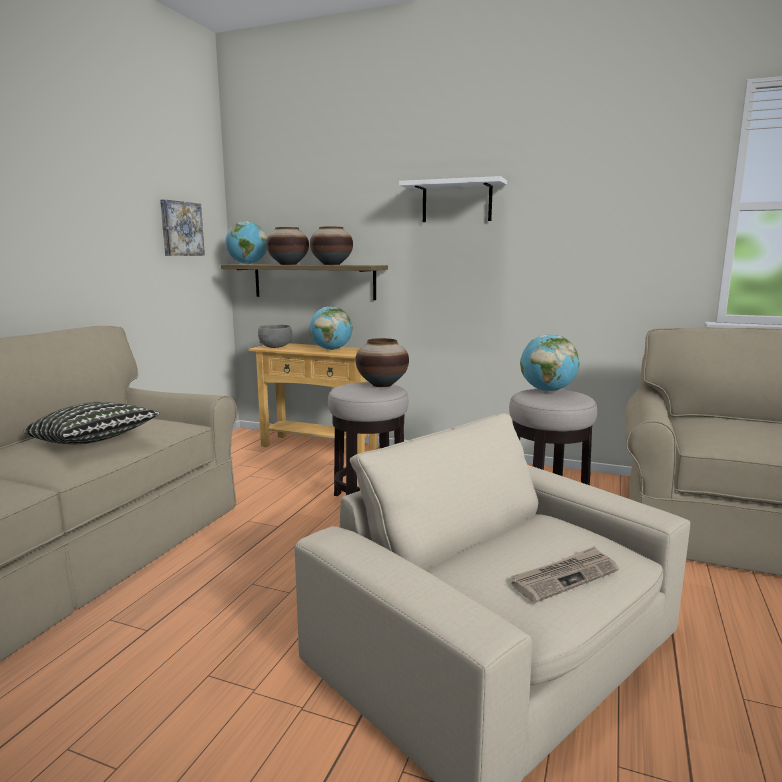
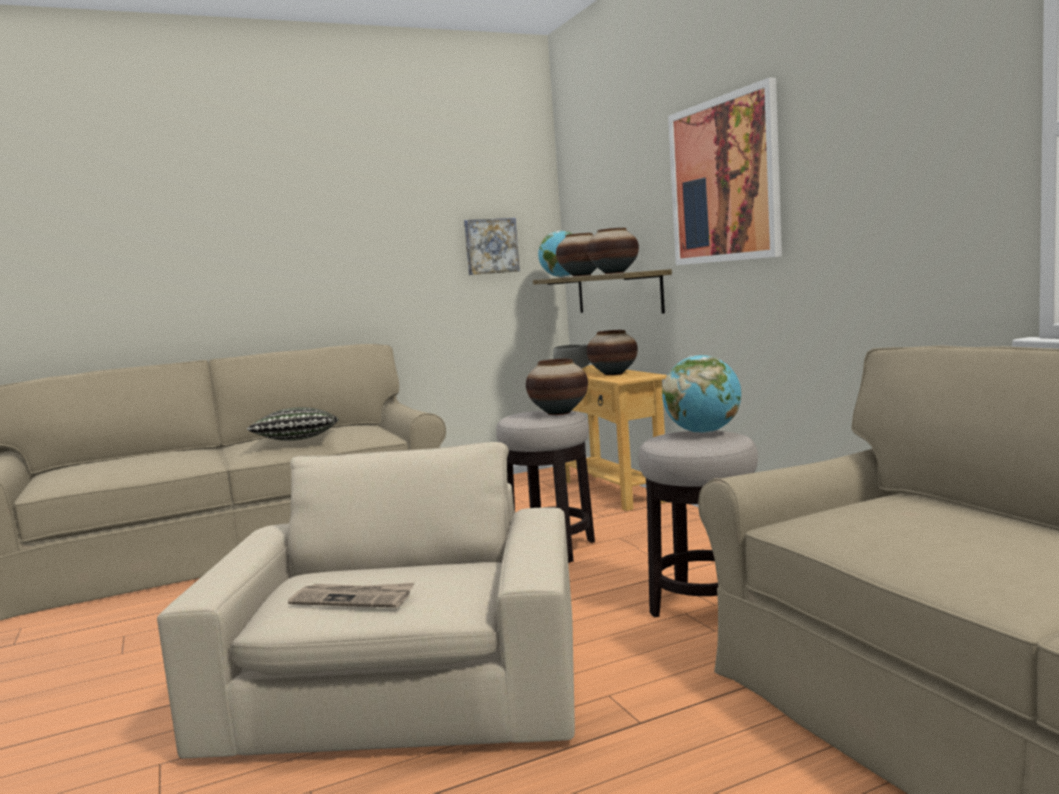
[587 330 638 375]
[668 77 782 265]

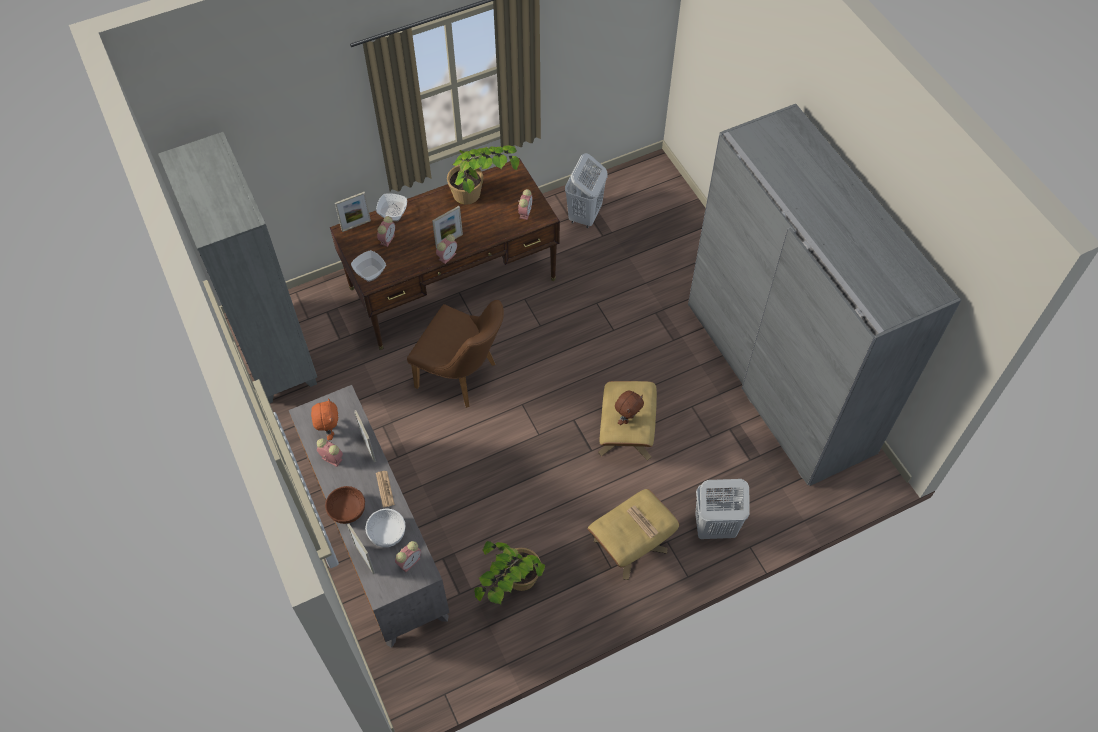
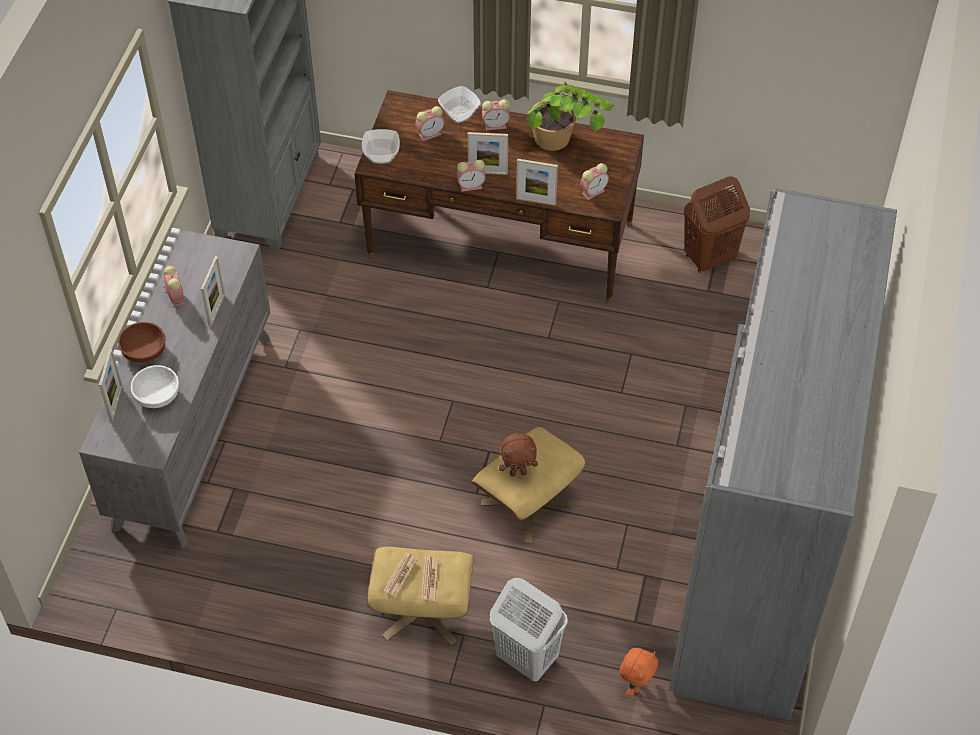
[619 648 658 697]
[516 159 558 206]
[383 552 418 597]
[482 99 510 130]
[407 300 504 408] (first image)
[474 541 545 604] (first image)
[684 176 750 273]

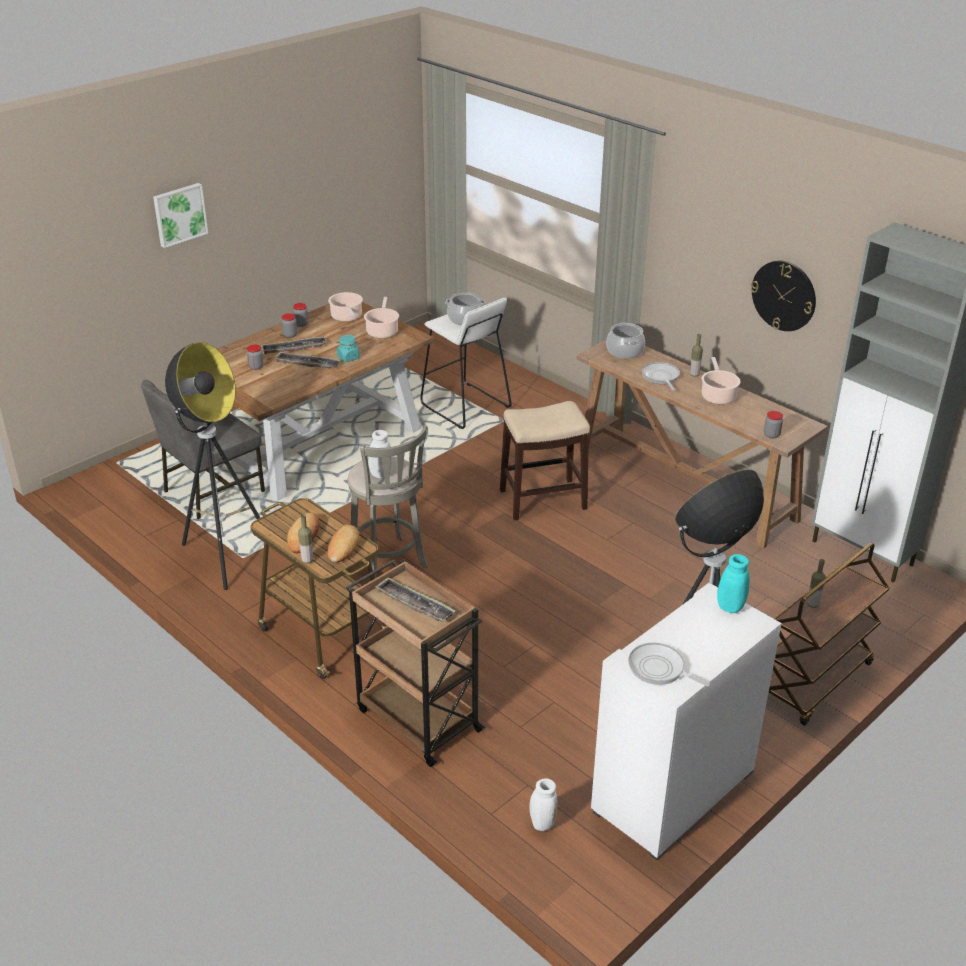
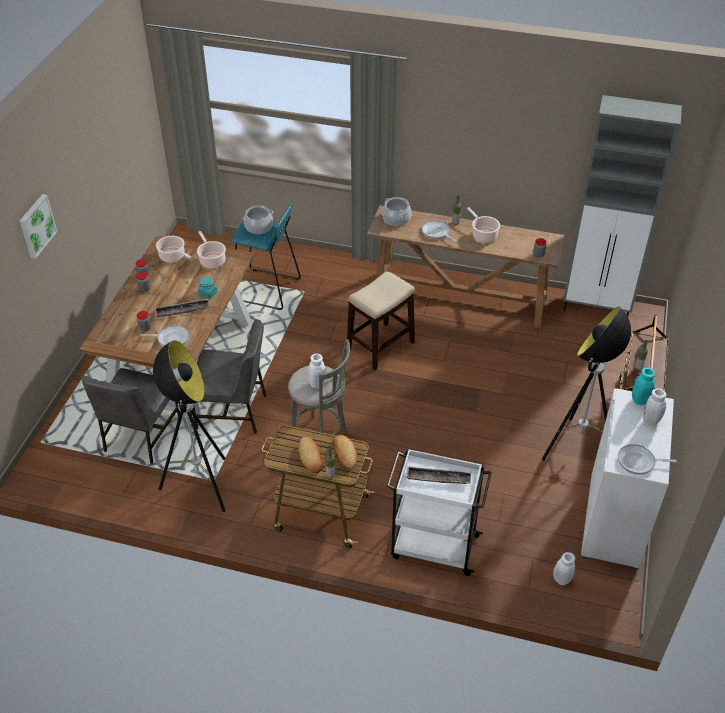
[261 336 327 354] (first image)
[387 448 492 576]
[230 204 301 310]
[751 260 816 331] (first image)
[140 325 189 347]
[193 319 267 433]
[643 388 666 426]

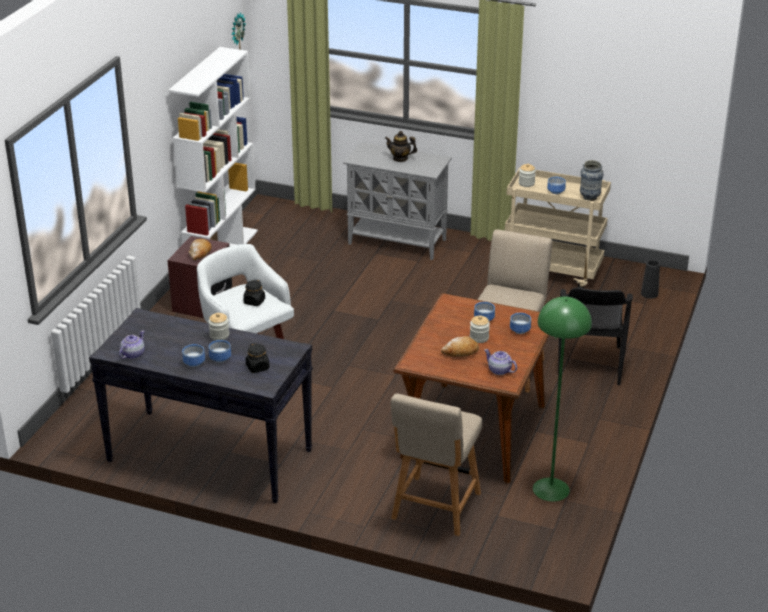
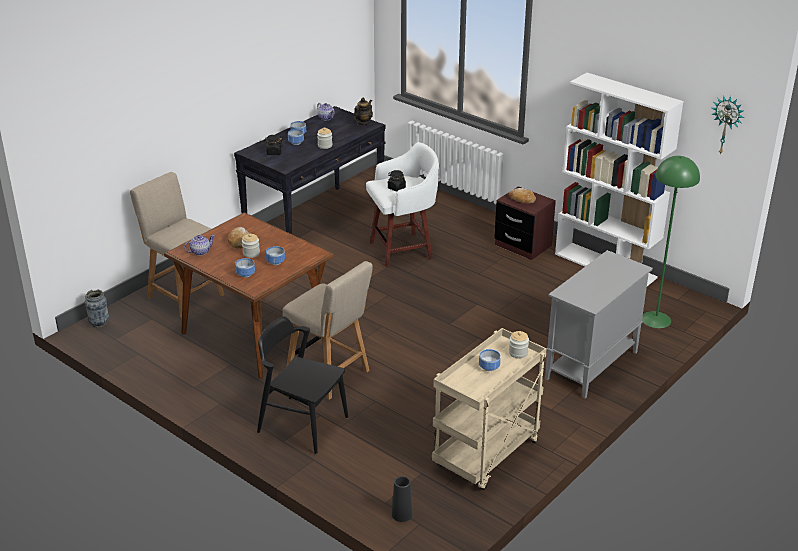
[354 98 373 125]
[642 156 700 328]
[84 289 109 328]

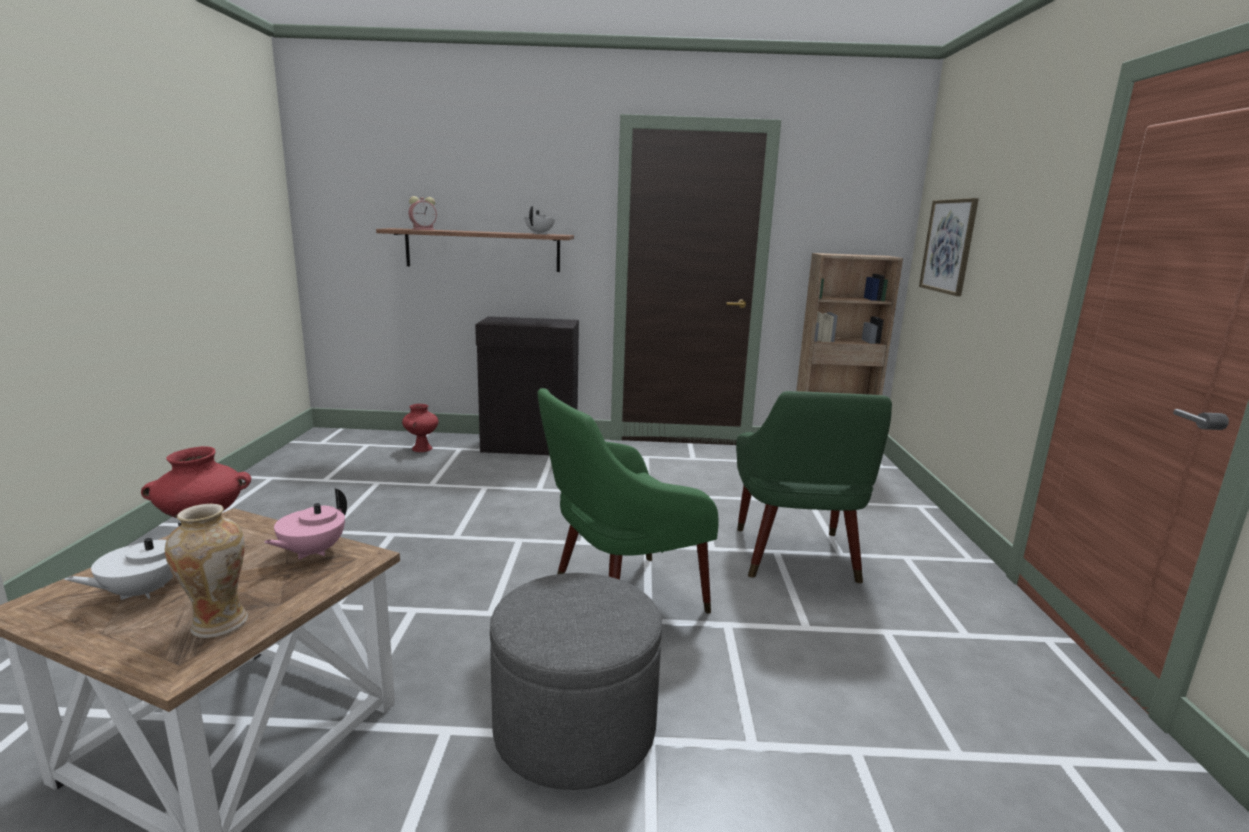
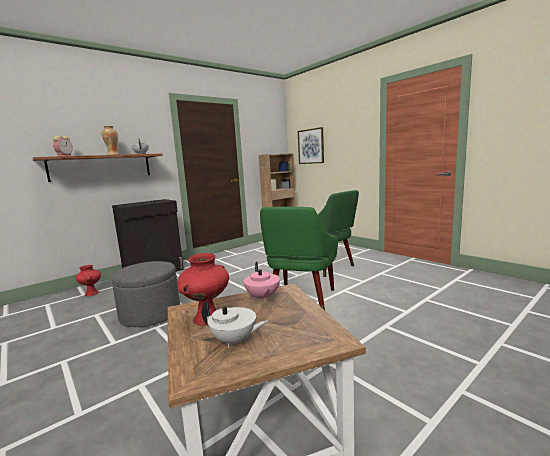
[201 300 268 348]
[102 126 119 155]
[111 261 180 327]

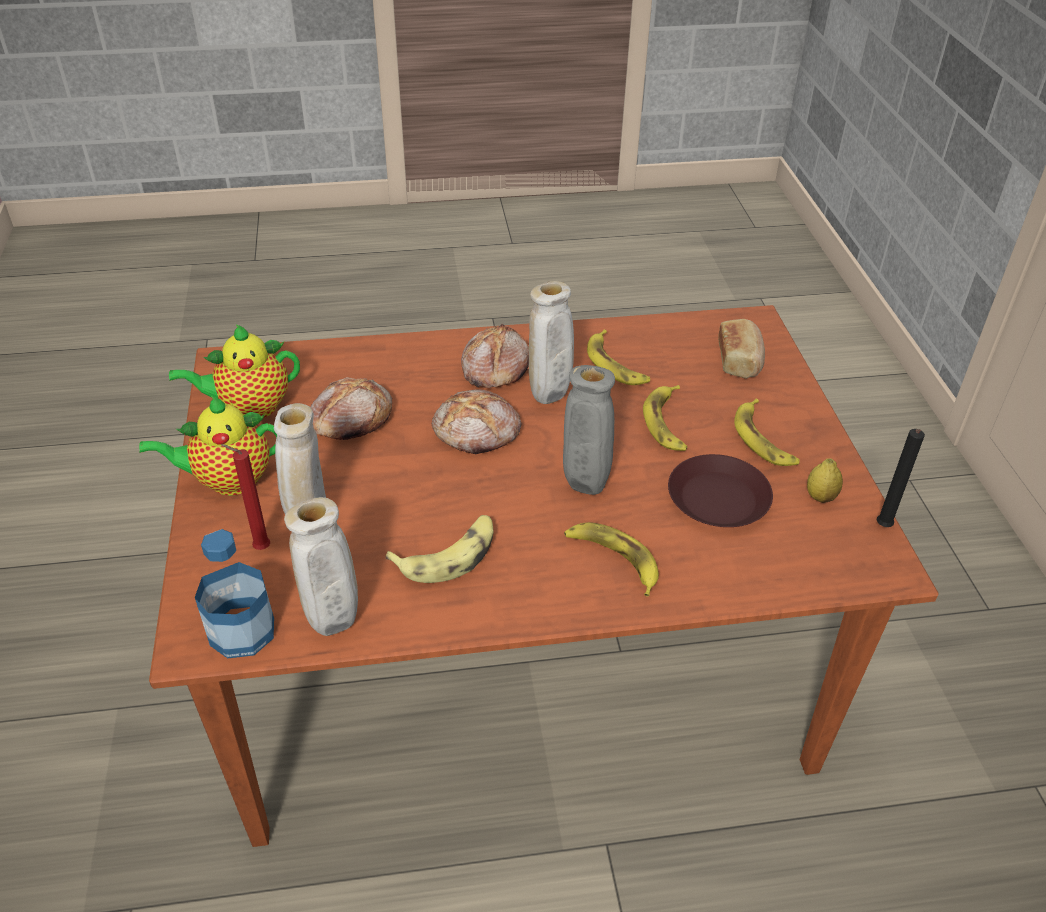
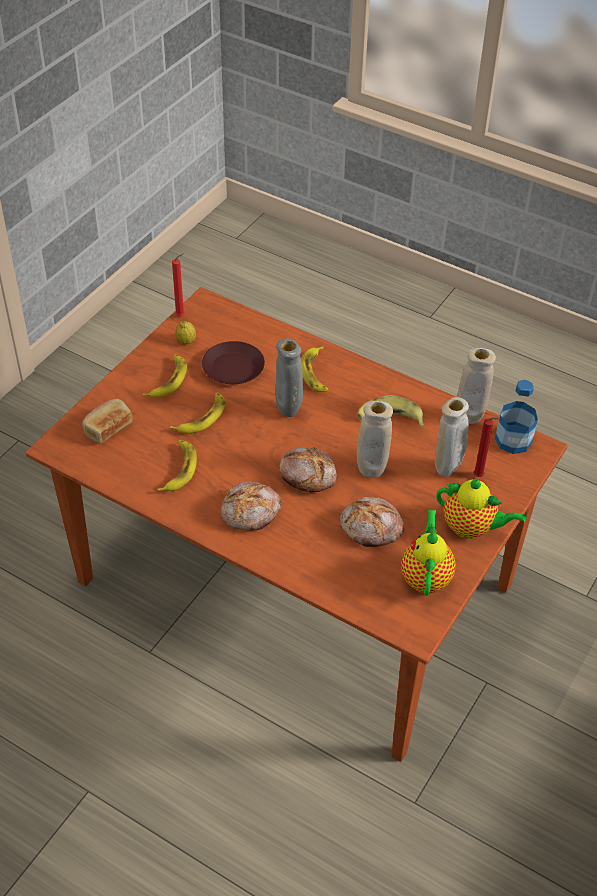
[401 510 456 596]
[357 401 393 478]
[172 253 185 317]

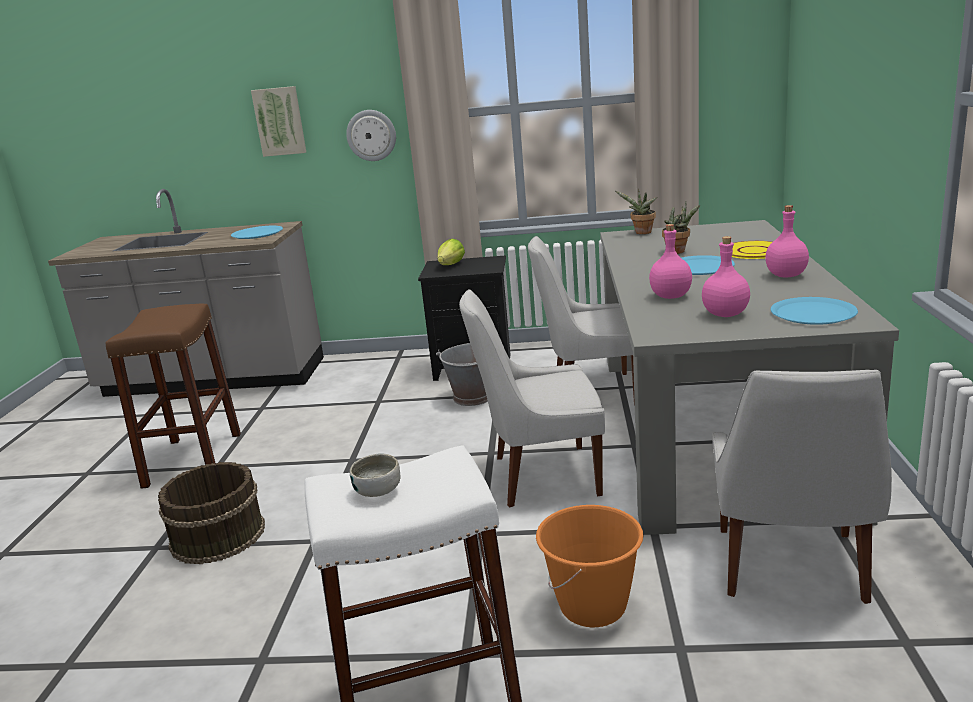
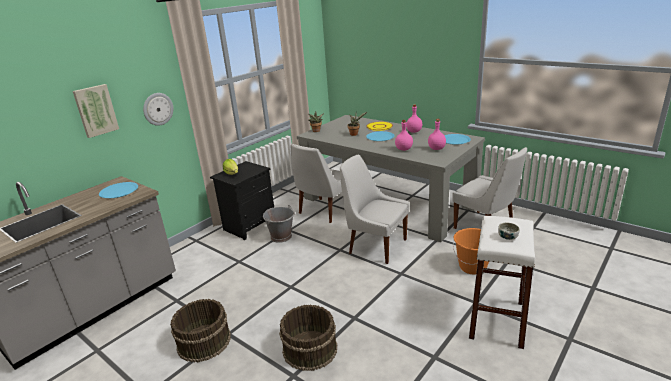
[170 299 231 362]
[340 154 409 264]

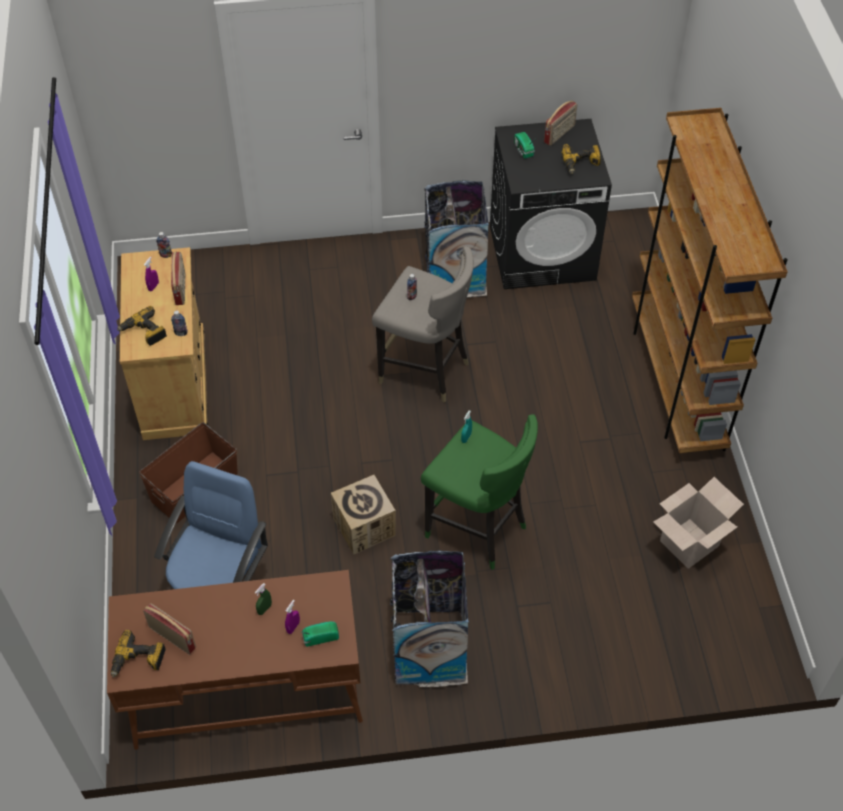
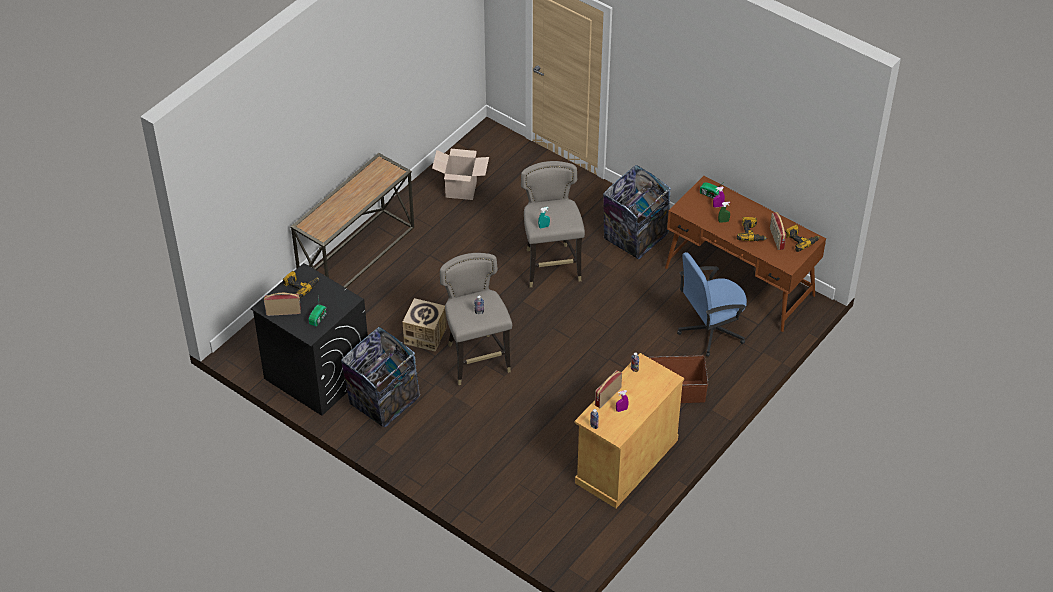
[737 217 767 241]
[403 298 447 352]
[521 161 585 287]
[290 153 414 288]

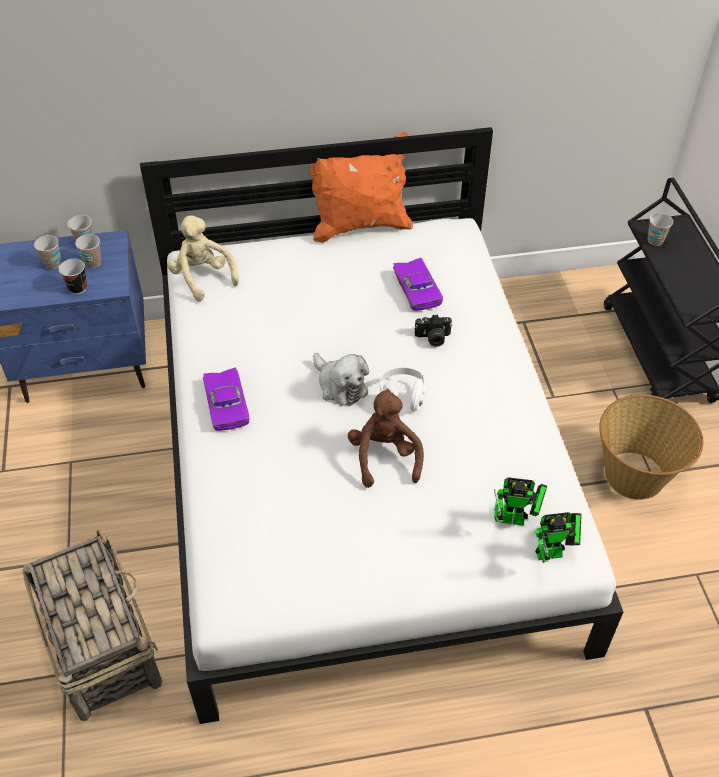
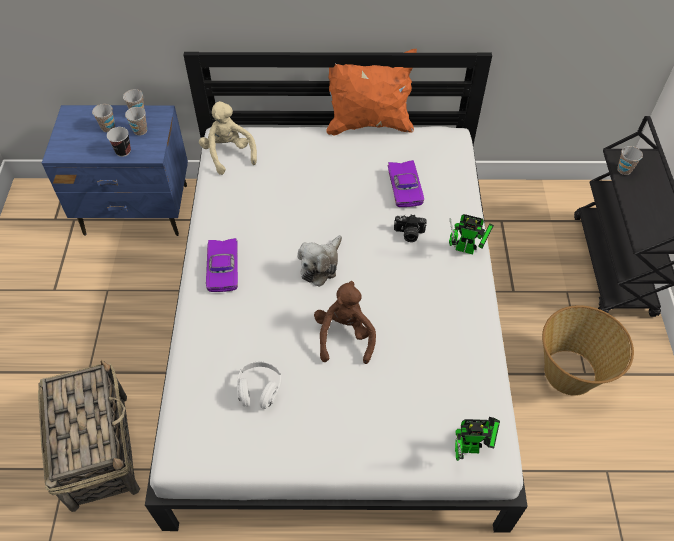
[297 235 342 287]
[237 361 282 409]
[449 214 494 254]

